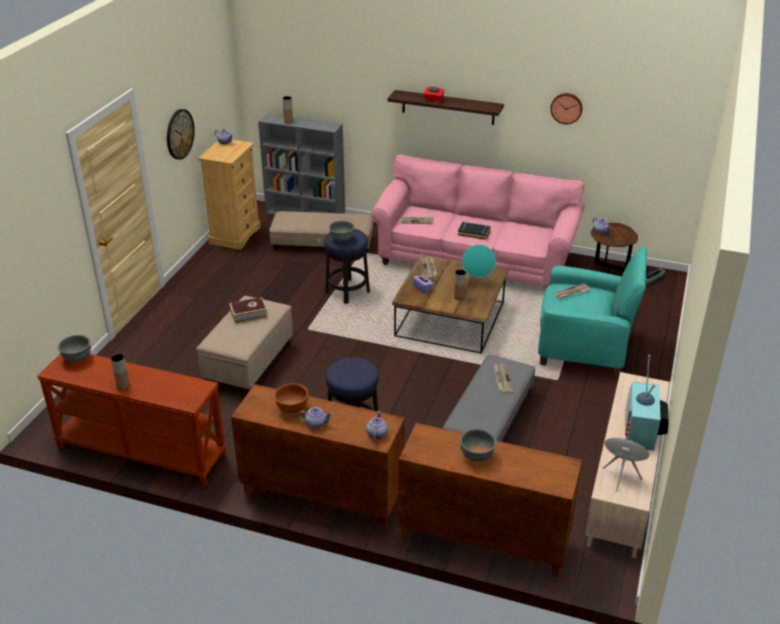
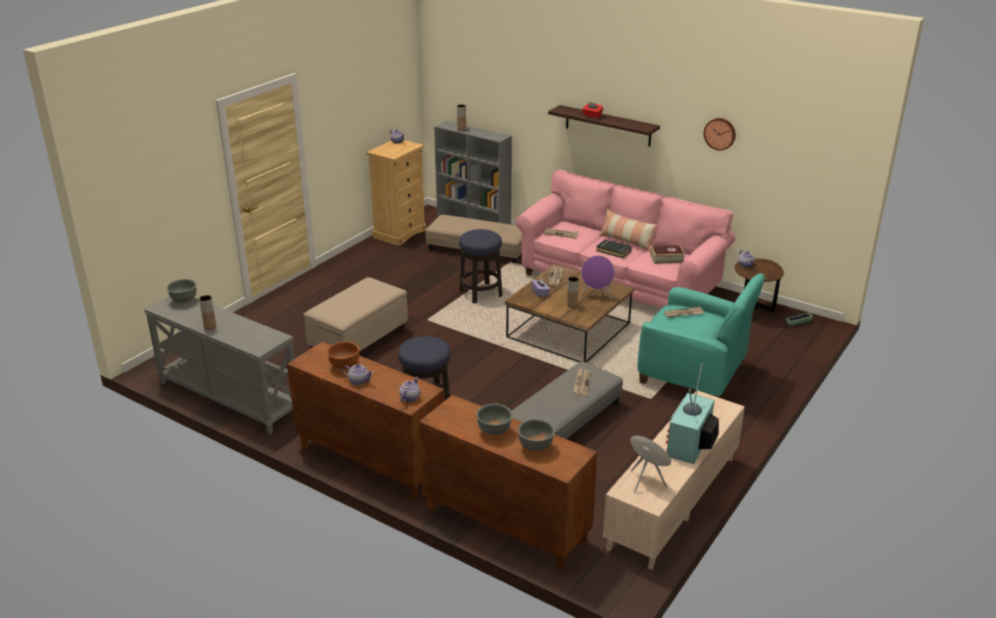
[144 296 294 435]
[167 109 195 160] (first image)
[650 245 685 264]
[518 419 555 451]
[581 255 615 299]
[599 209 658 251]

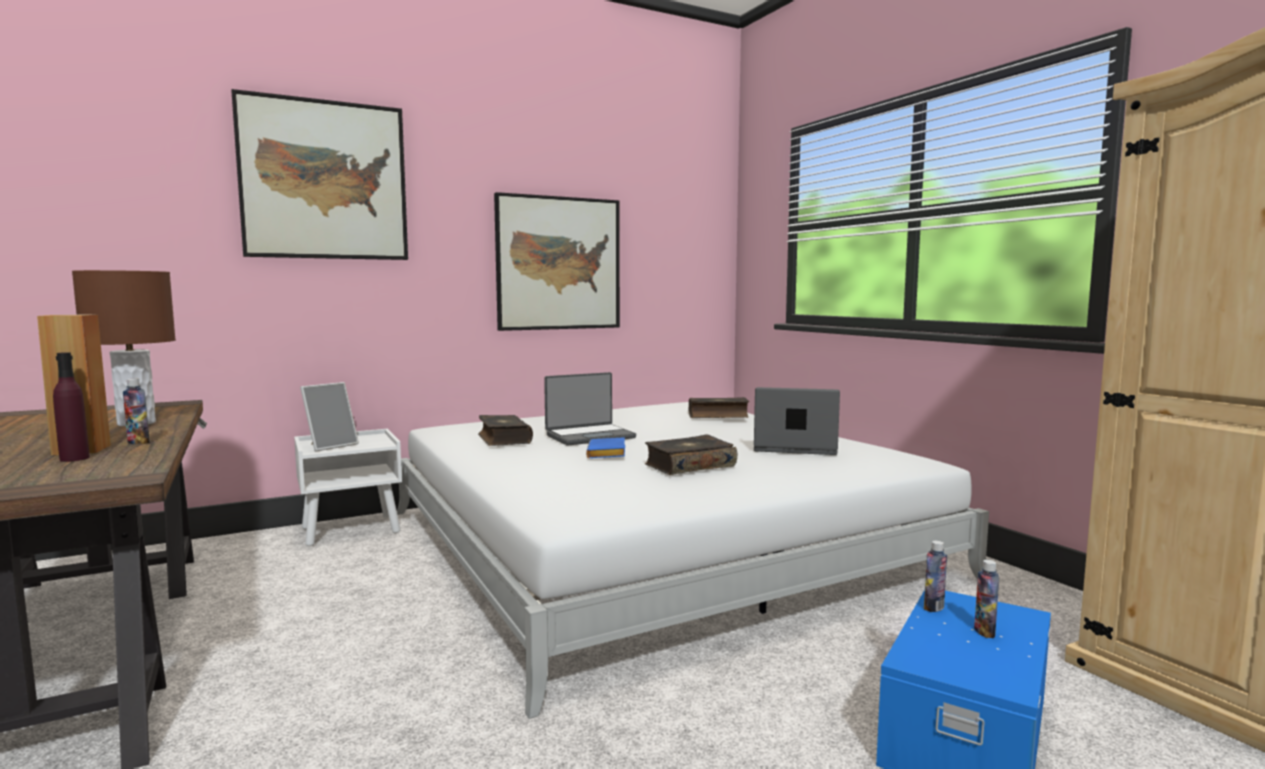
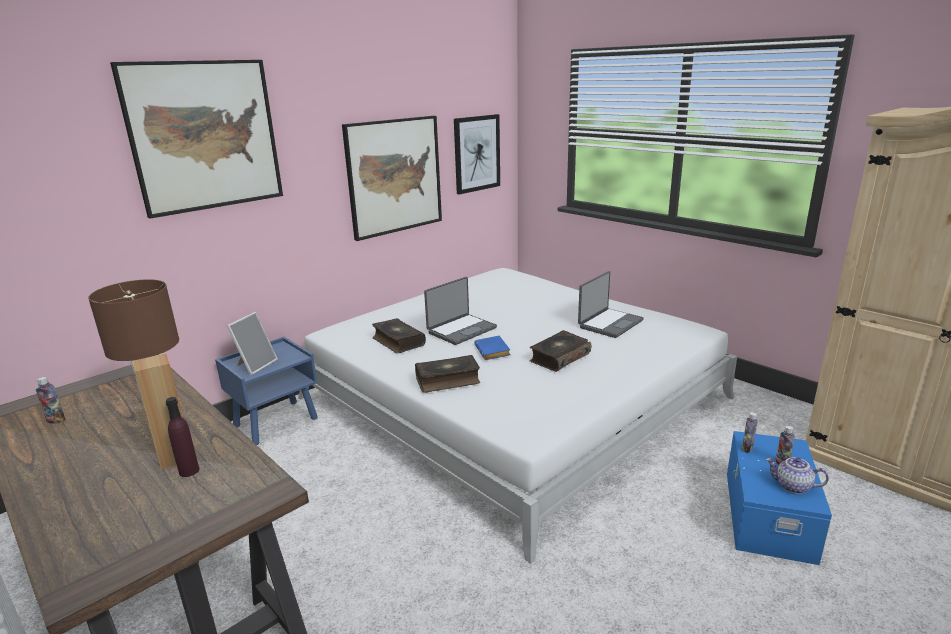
[36 377 66 424]
[215 337 318 445]
[415 355 480 393]
[578 271 644 338]
[454 114 500 195]
[766 457 829 494]

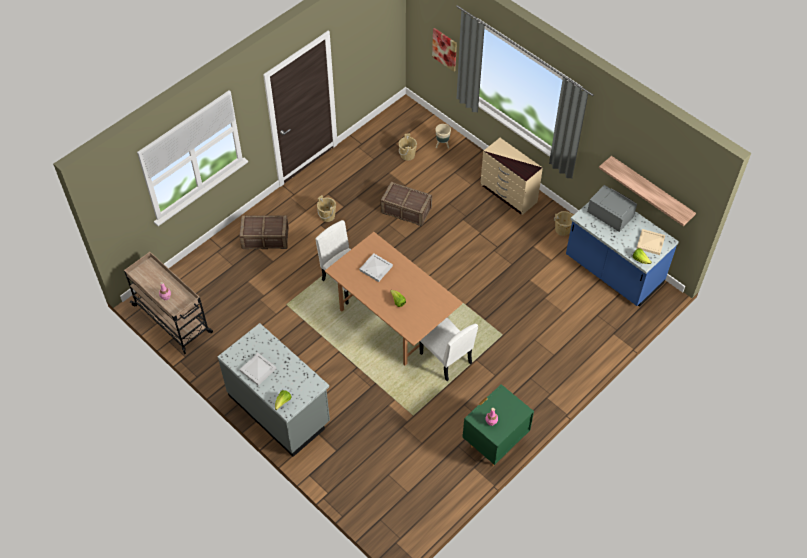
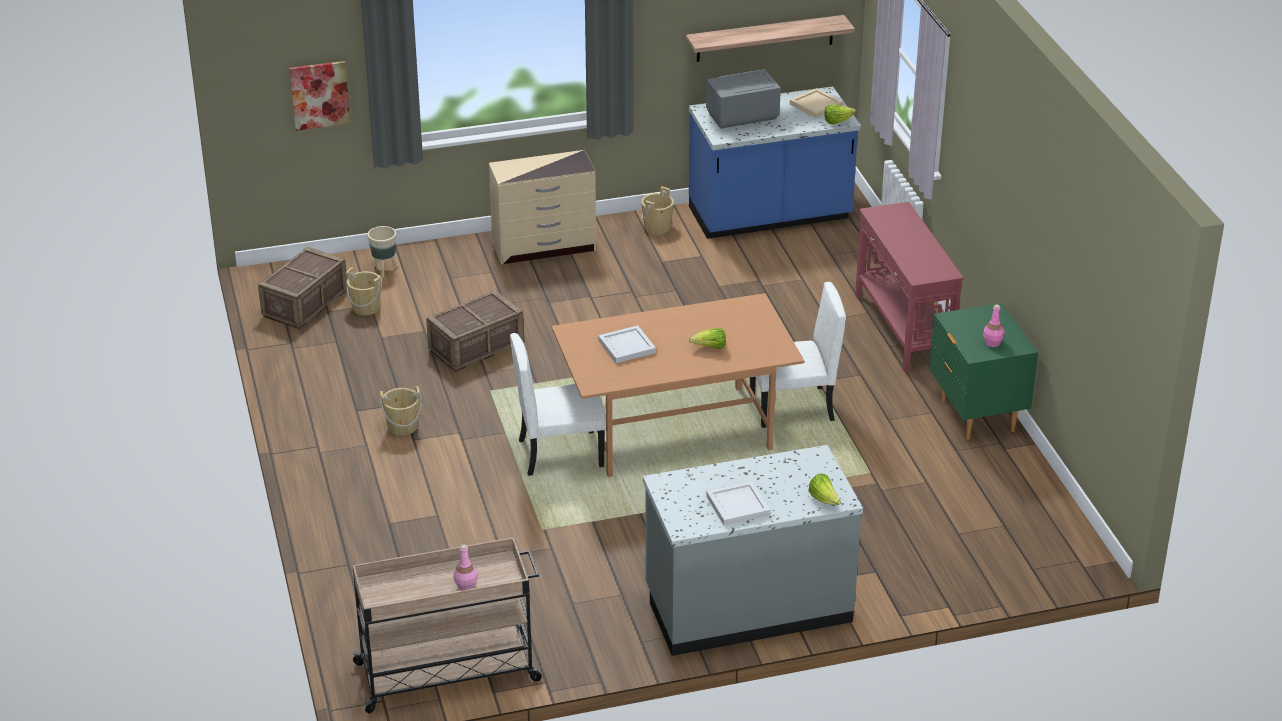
[258 247 347 329]
[855 202 964 373]

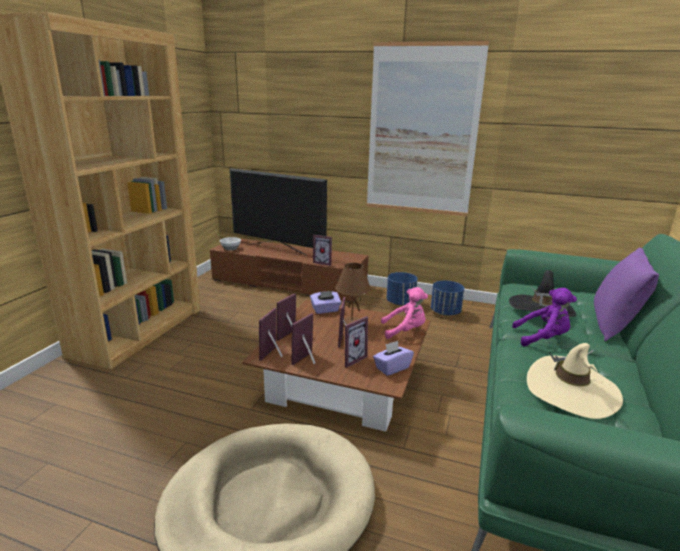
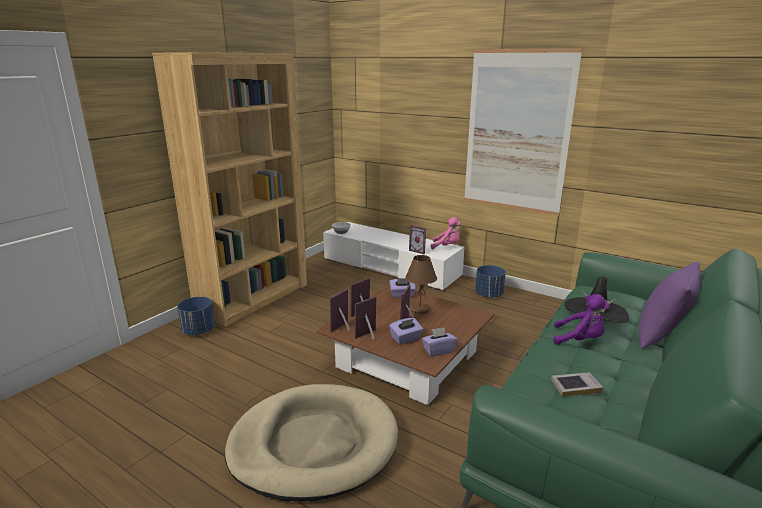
[323 222 464 291]
[230 168 327 255] (first image)
[389 318 423 344]
[431 217 460 249]
[177 297 215 335]
[551 372 603 397]

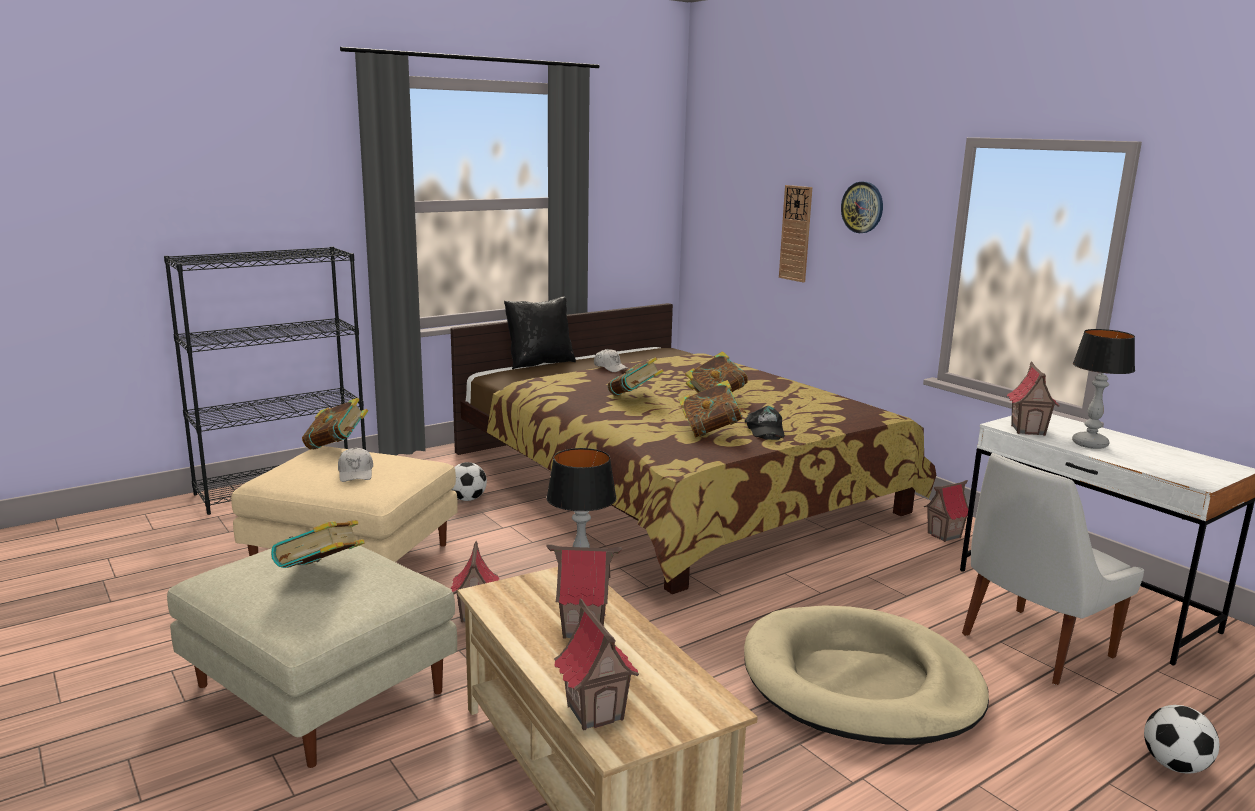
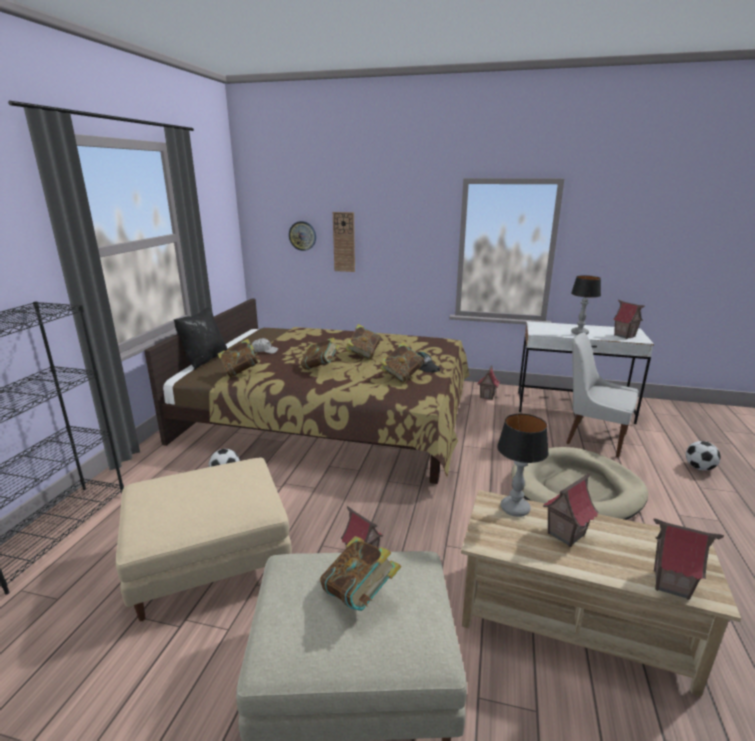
[218 339 261 377]
[338 448 373 482] (first image)
[289 221 316 251]
[566 332 638 457]
[613 300 645 339]

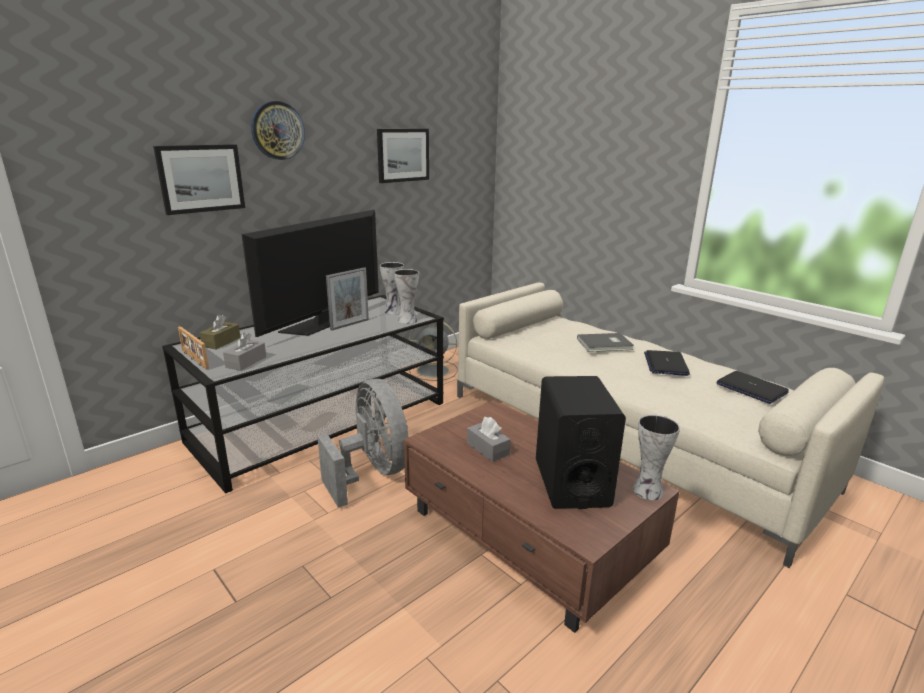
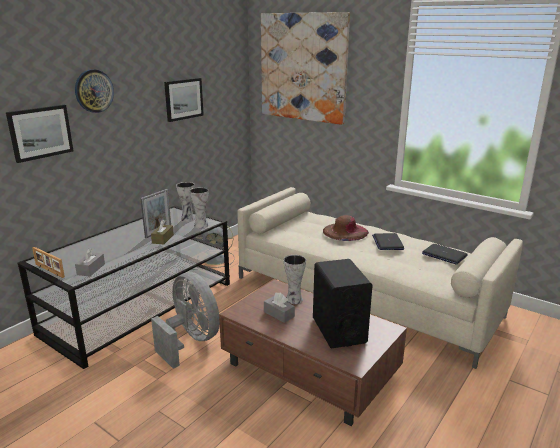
[151 220 174 245]
[242 210 379 337] (first image)
[323 215 369 241]
[284 255 306 304]
[261 12 350 125]

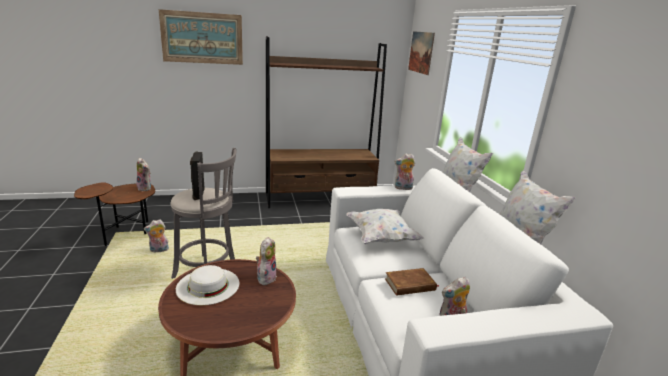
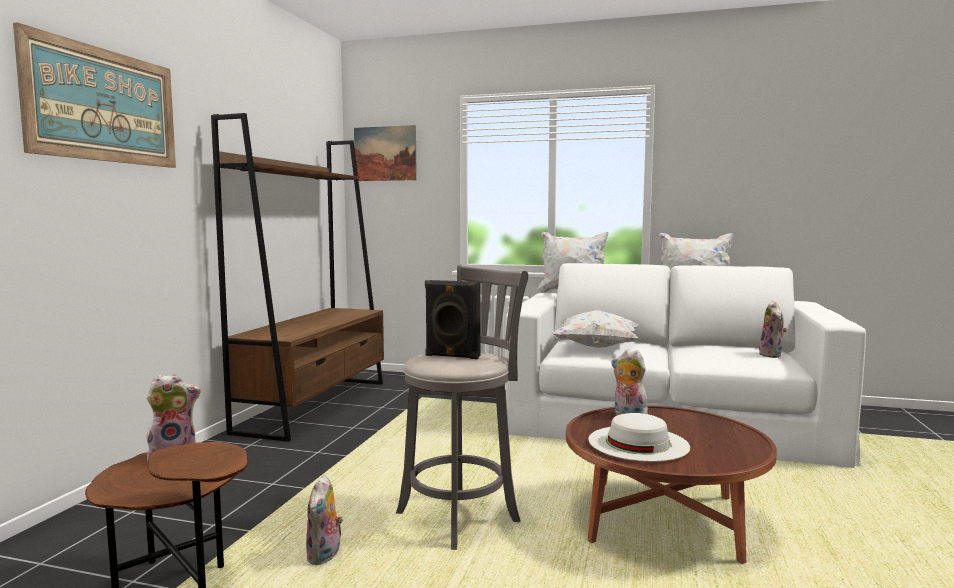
[385 268 439 296] (first image)
[395 154 415 190] (first image)

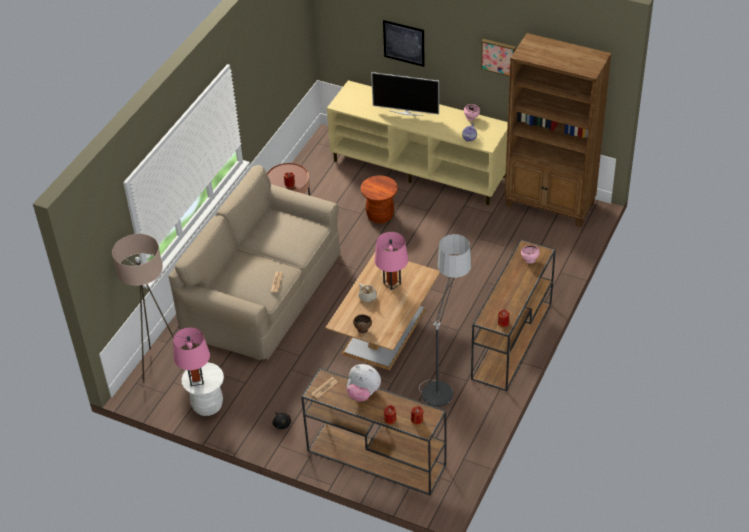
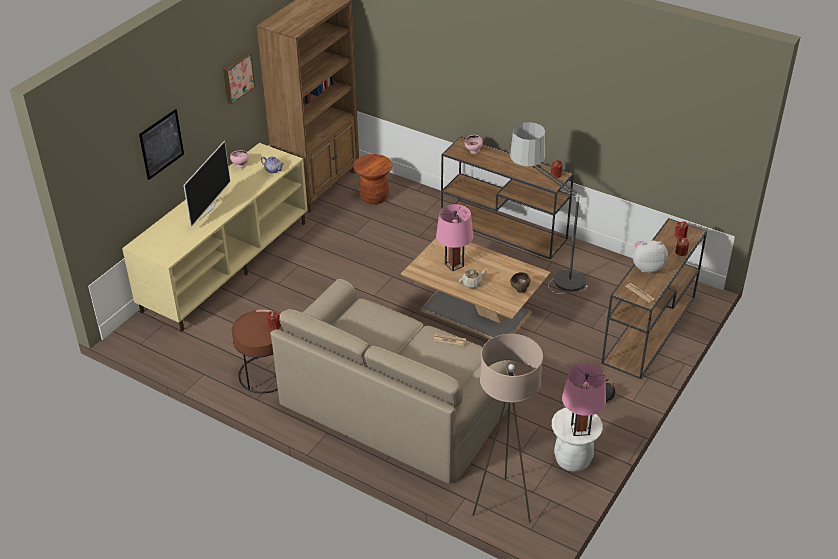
[633 240 668 273]
[353 154 392 205]

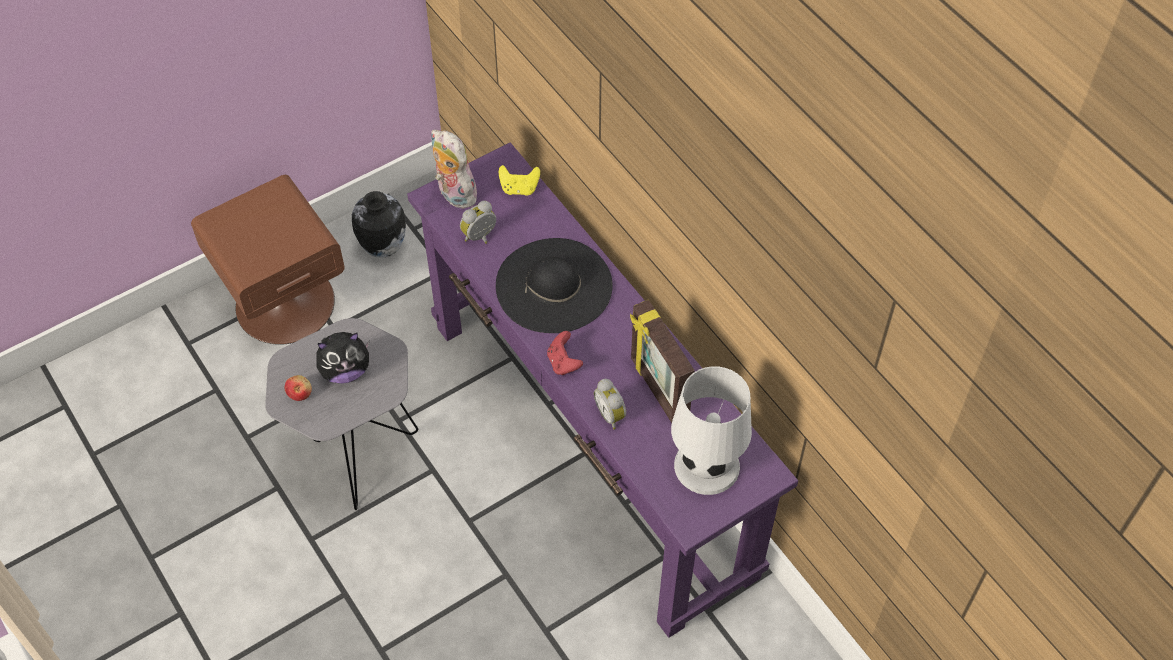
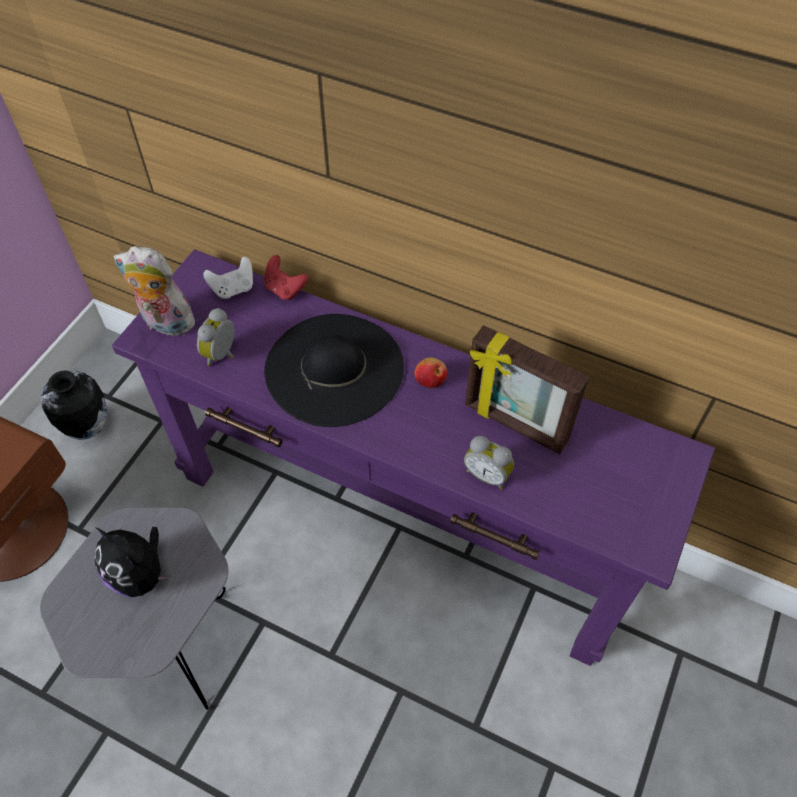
[414 357 447 388]
[94 527 173 597]
[203 257 253 299]
[264 255 309 300]
[671 366 752 495] (first image)

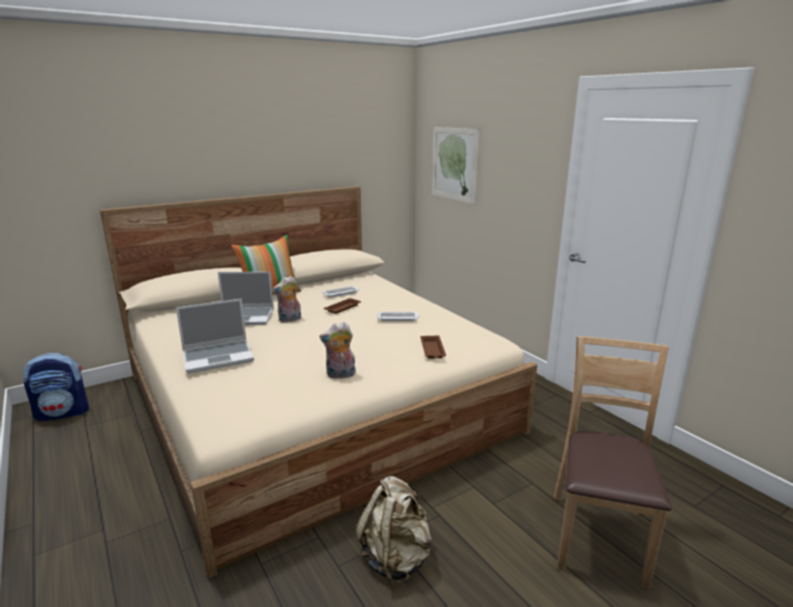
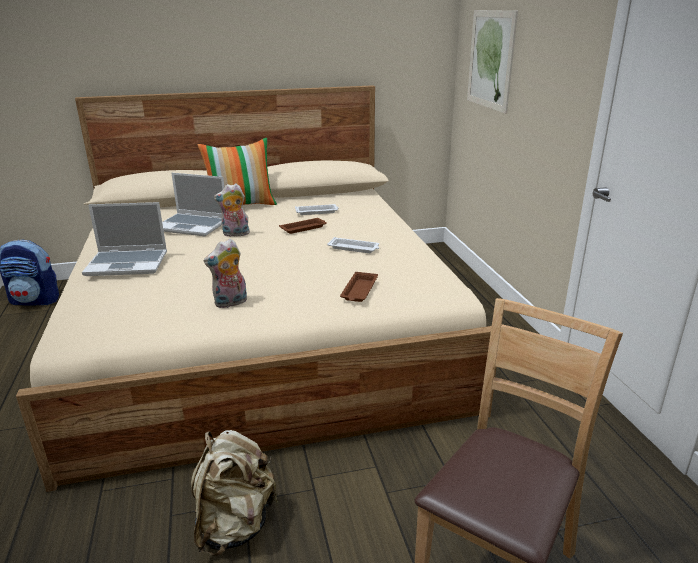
[203 239 247 309]

